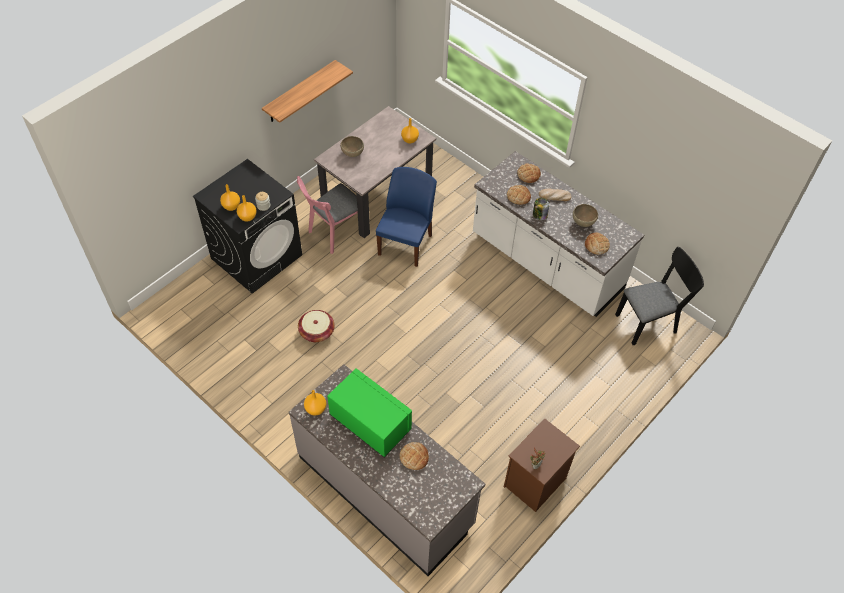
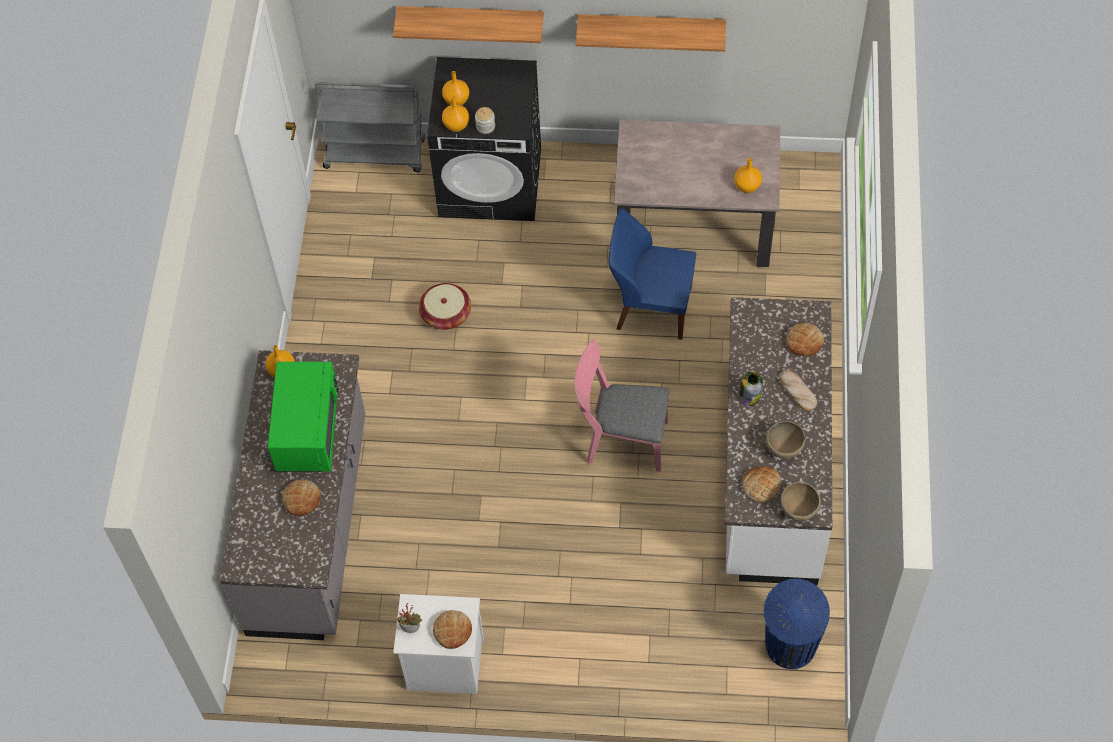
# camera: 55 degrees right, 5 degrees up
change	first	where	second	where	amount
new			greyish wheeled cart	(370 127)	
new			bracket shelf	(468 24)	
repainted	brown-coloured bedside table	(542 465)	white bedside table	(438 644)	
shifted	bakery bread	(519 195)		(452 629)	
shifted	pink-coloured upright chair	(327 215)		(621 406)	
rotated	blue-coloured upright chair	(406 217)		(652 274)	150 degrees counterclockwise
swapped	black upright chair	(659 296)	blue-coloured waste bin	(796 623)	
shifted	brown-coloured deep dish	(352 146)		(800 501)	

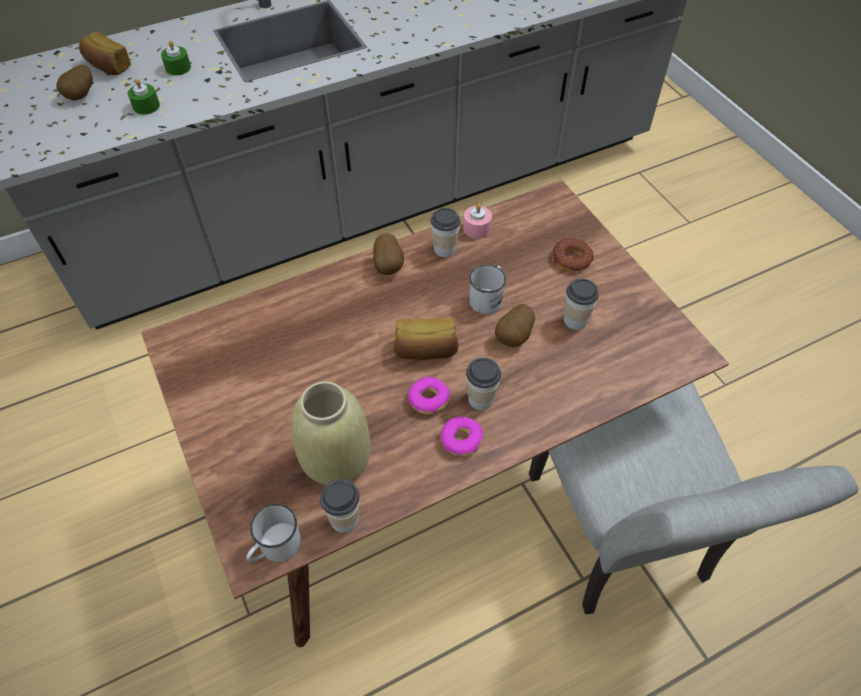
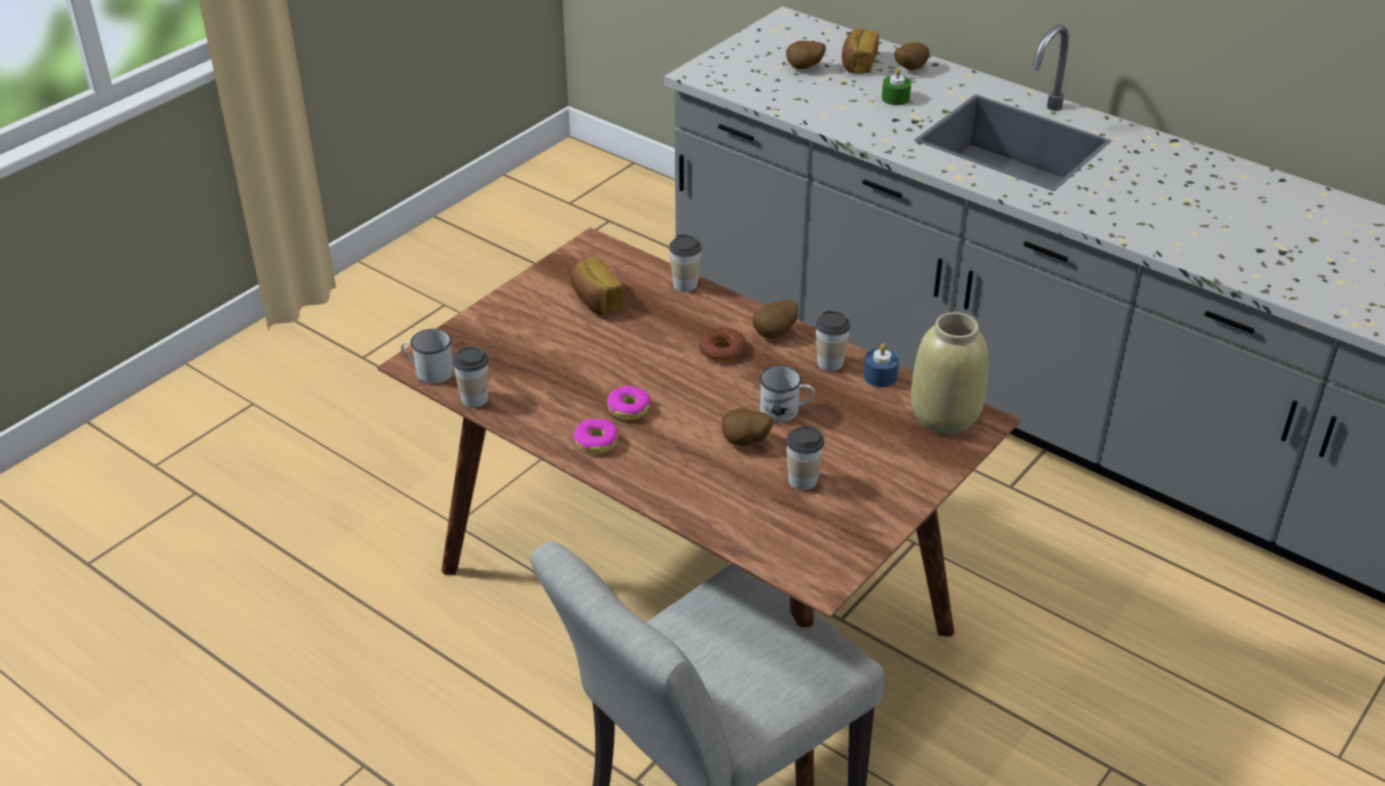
# camera: 65 degrees right, 15 degrees down
change	first	where	second	where	amount
shifted	bakery bread	(426 339)		(596 286)	
shifted	small cup	(483 383)		(685 263)	
shifted	donut	(573 254)		(723 344)	
repainted	pink-coloured wax candle	(477 221)	blue-coloured wax candle	(881 365)	
new			whole potato	(912 56)	
shifted	beige-coloured flower vase	(331 433)		(949 373)	
gone	green wax candle	(144 97)			

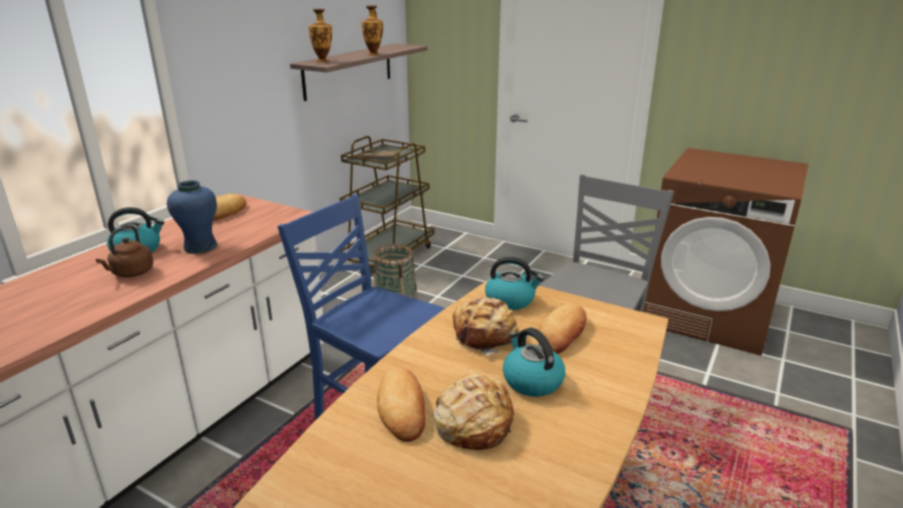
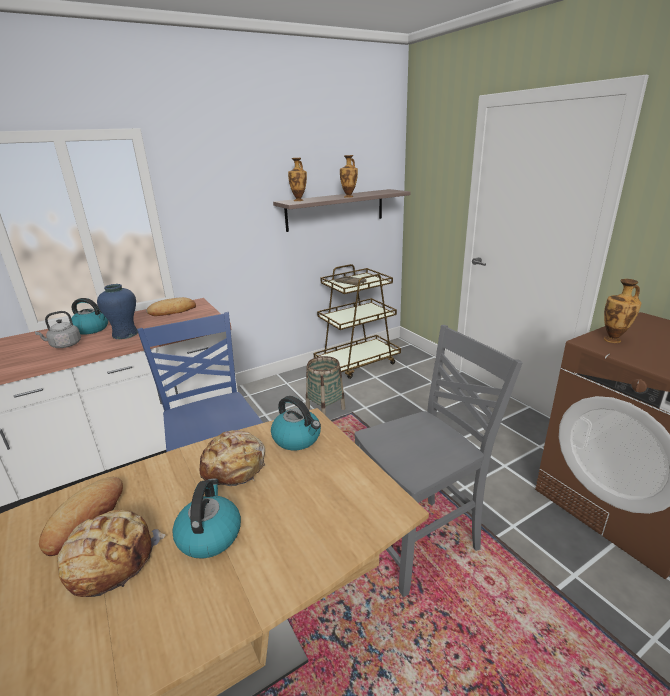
# camera: 30 degrees right, 0 degrees up
change	first	where	second	where	amount
repainted	brown-coloured tea kettle	(125 251)	greyish tea kettle	(58 329)	
new			flower vase	(622 311)	
gone	bakery bread	(562 329)			

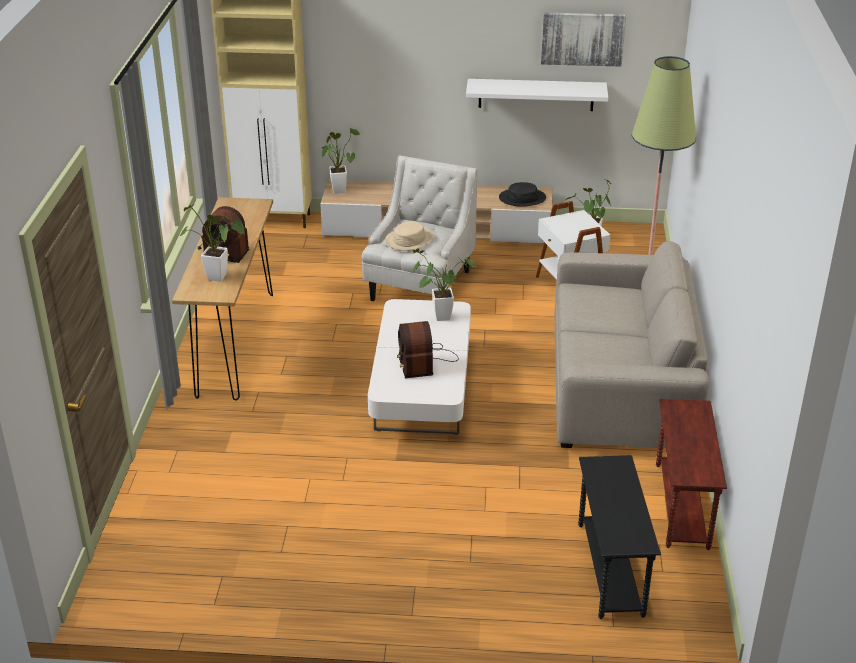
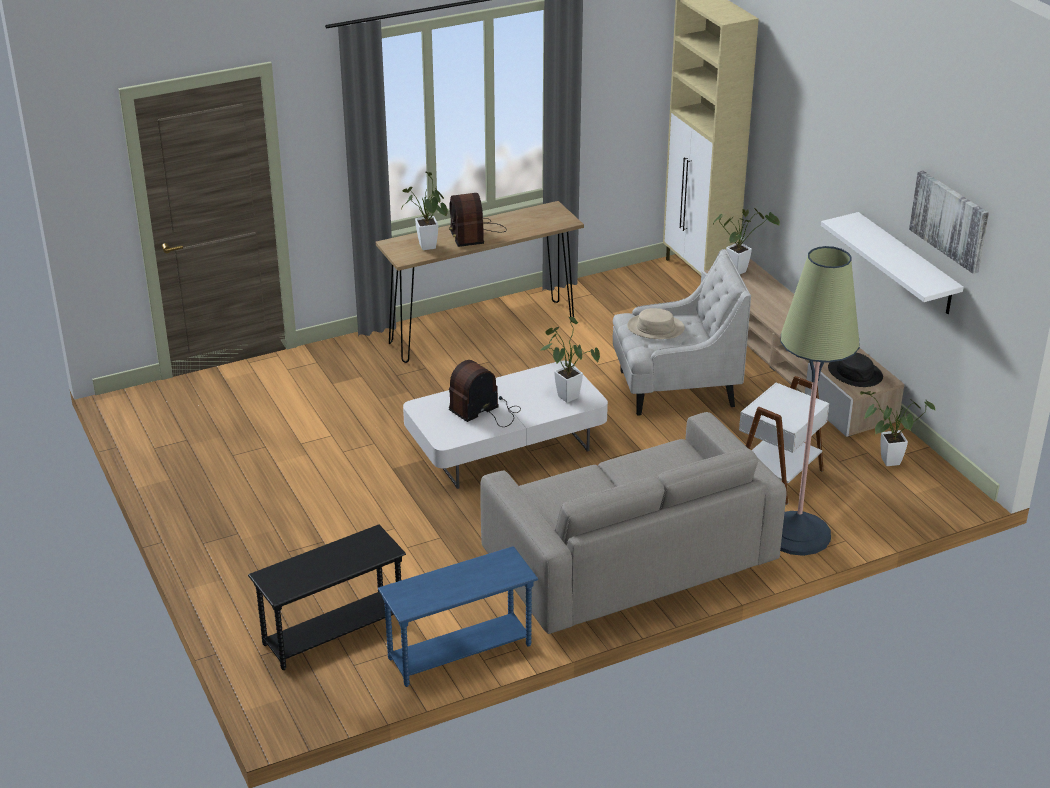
# camera: 60 degrees right, 0 degrees up
change	first	where	second	where	amount
repainted	brown-coloured end table	(691 474)	blue-coloured end table	(458 616)	

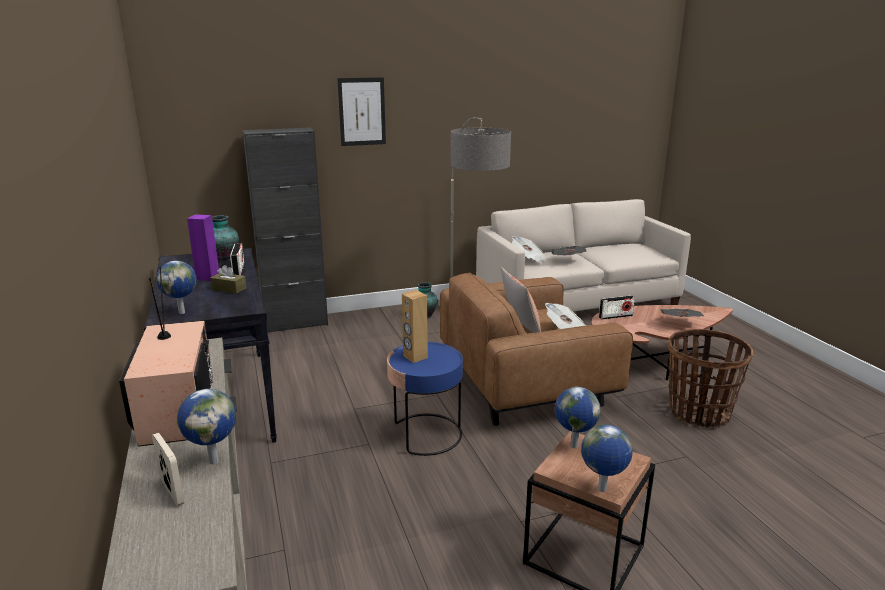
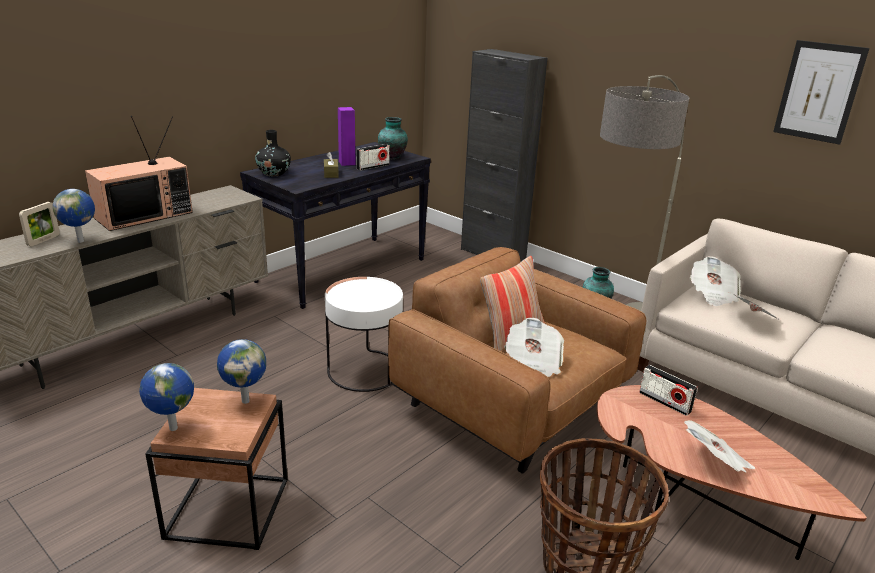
# camera: 60 degrees right, 5 degrees up
change	first	where	second	where	amount
swapped	desk globe	(176 287)	black flower vase	(273 153)	
repainted	blue-coloured end table	(425 399)	white end table	(364 334)	
shifted	picture	(361 111)		(821 92)	
gone	brown-coloured speaker	(415 326)			

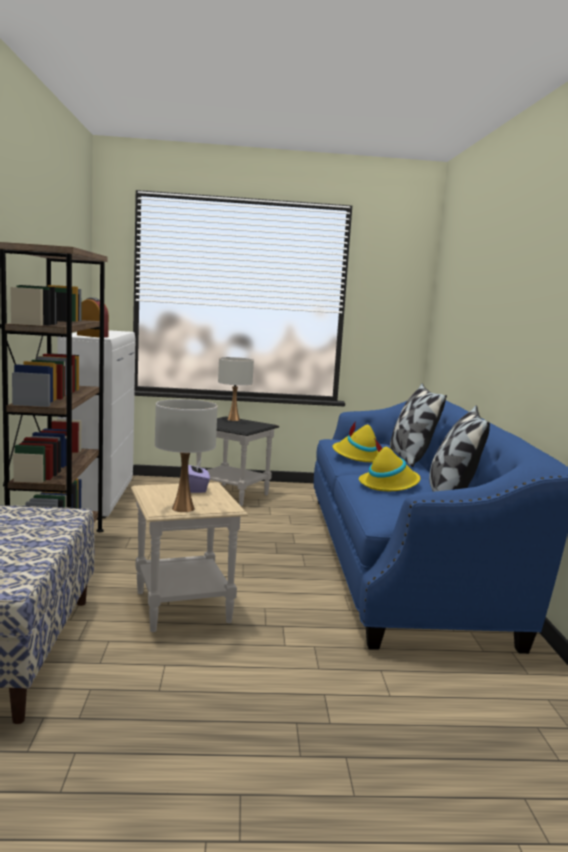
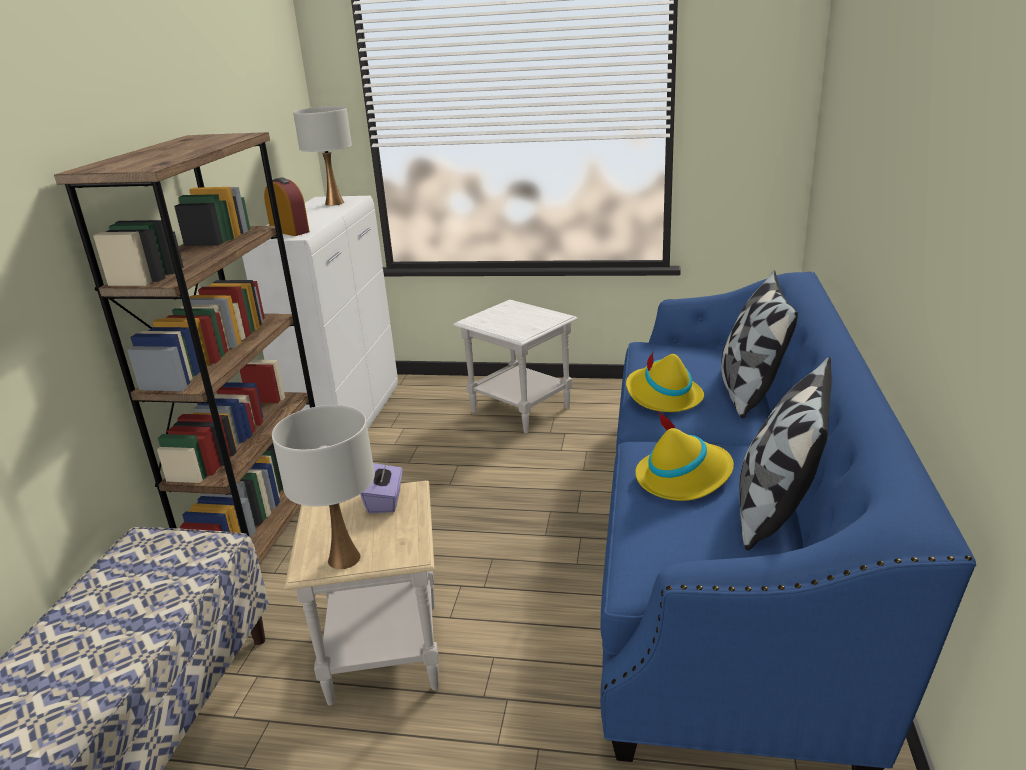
# camera: 15 degrees right, 15 degrees up
change	first	where	second	where	amount
shifted	white tabletop lamp	(236 389)		(322 156)	
repainted	black end table	(237 461)	white end table	(515 366)	

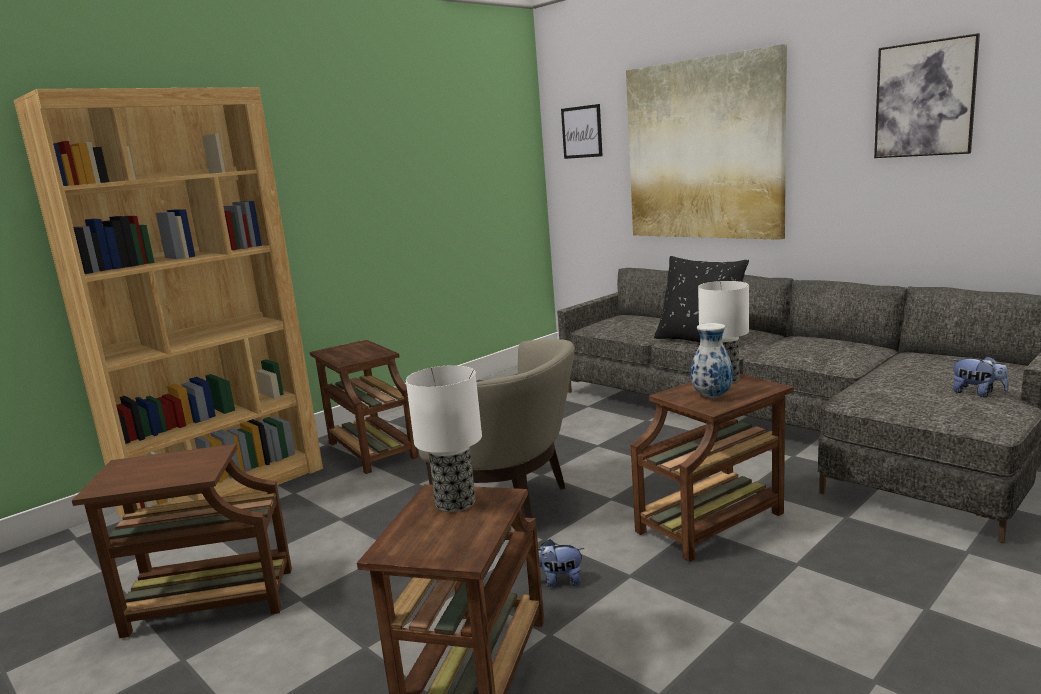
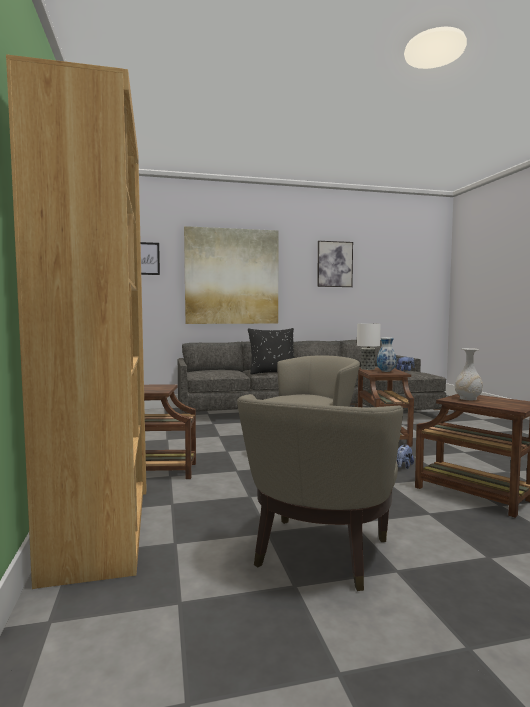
# camera: 60 degrees left, 10 degrees down
change	first	where	second	where	amount
swapped	brown-coloured end table	(182 541)	beige-coloured armchair	(320 492)	
swapped	tabletop lamp	(444 438)	white flower vase	(469 374)	

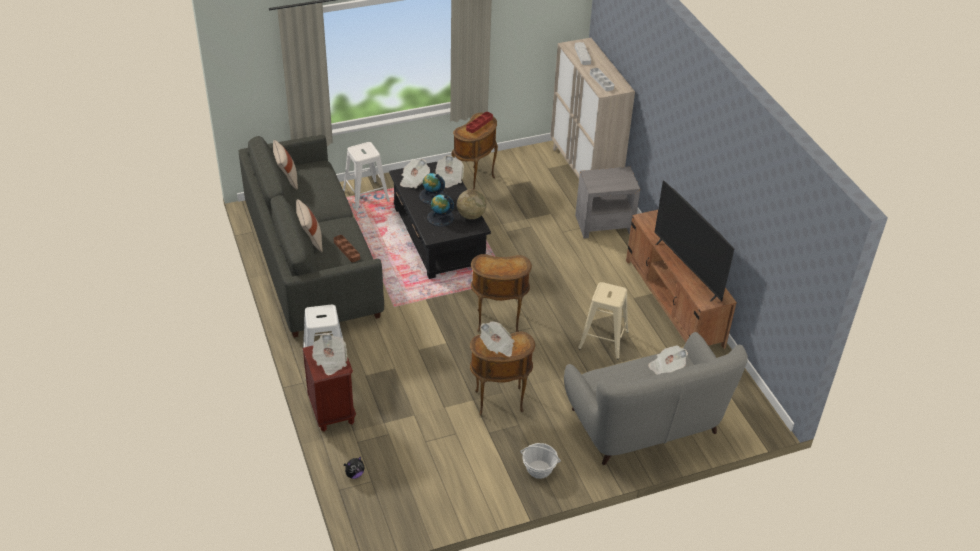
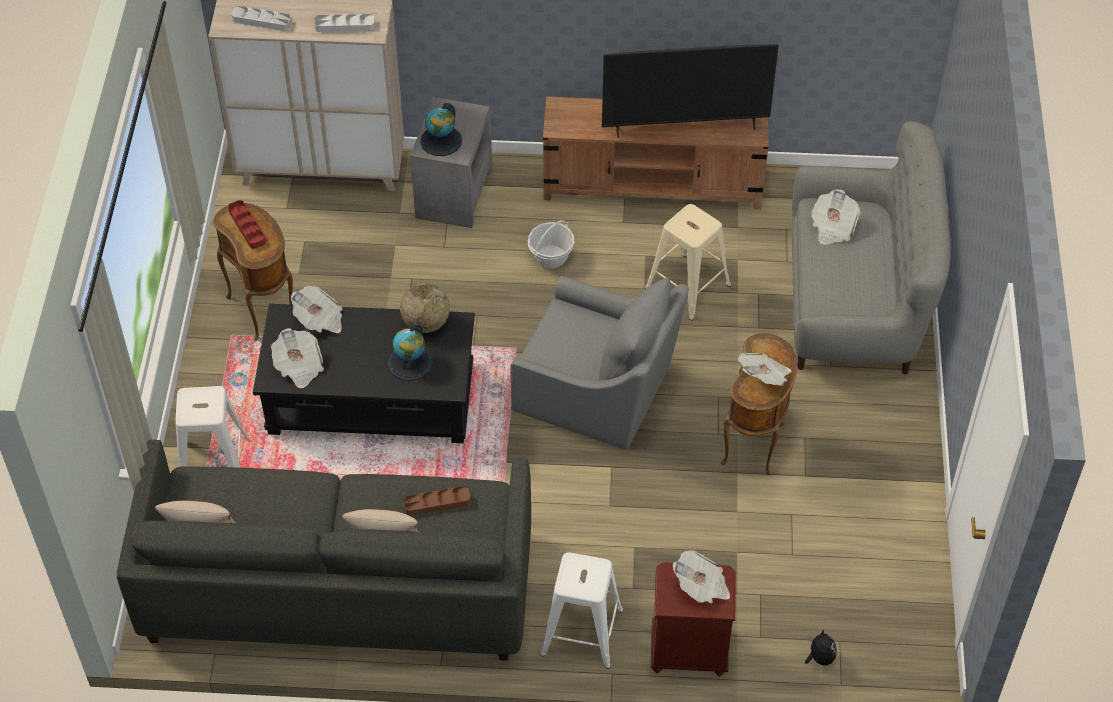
# camera: 65 degrees left, 10 degrees up
change	first	where	second	where	amount
shifted	desk globe	(432 188)		(441 129)	
swapped	brown-coloured end table	(501 293)	greyish armchair	(600 362)	
shifted	basket	(541 461)		(551 244)	

